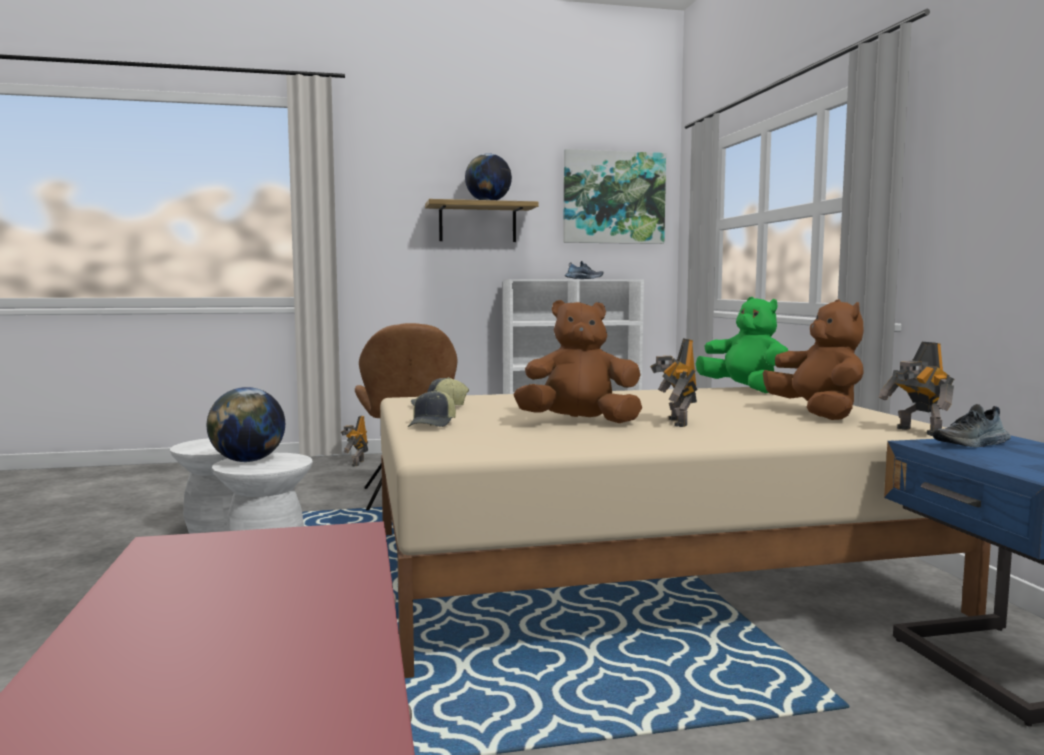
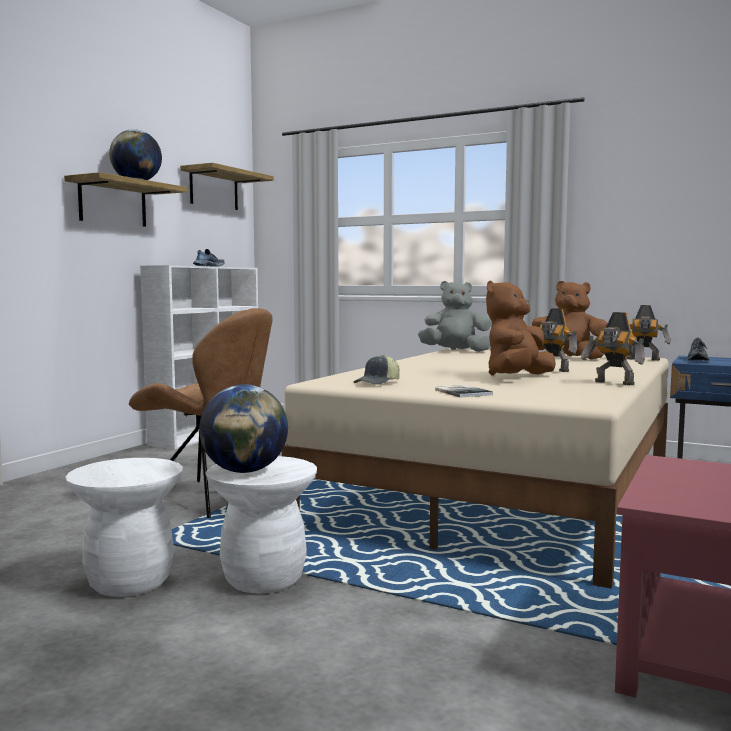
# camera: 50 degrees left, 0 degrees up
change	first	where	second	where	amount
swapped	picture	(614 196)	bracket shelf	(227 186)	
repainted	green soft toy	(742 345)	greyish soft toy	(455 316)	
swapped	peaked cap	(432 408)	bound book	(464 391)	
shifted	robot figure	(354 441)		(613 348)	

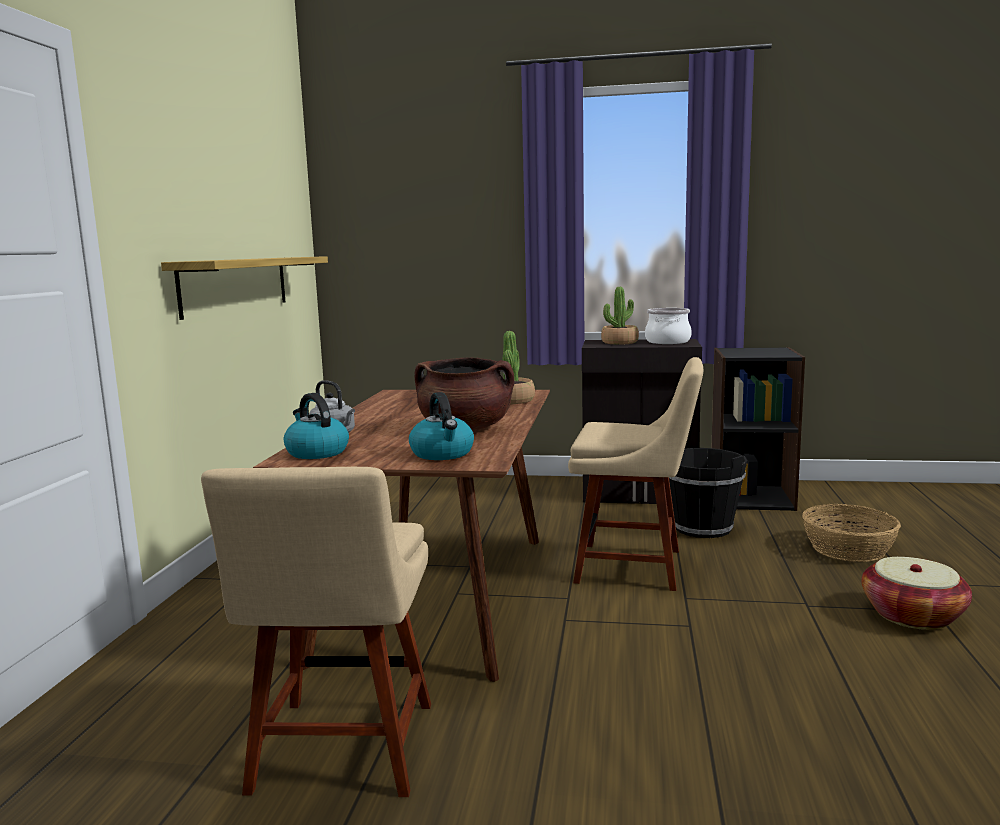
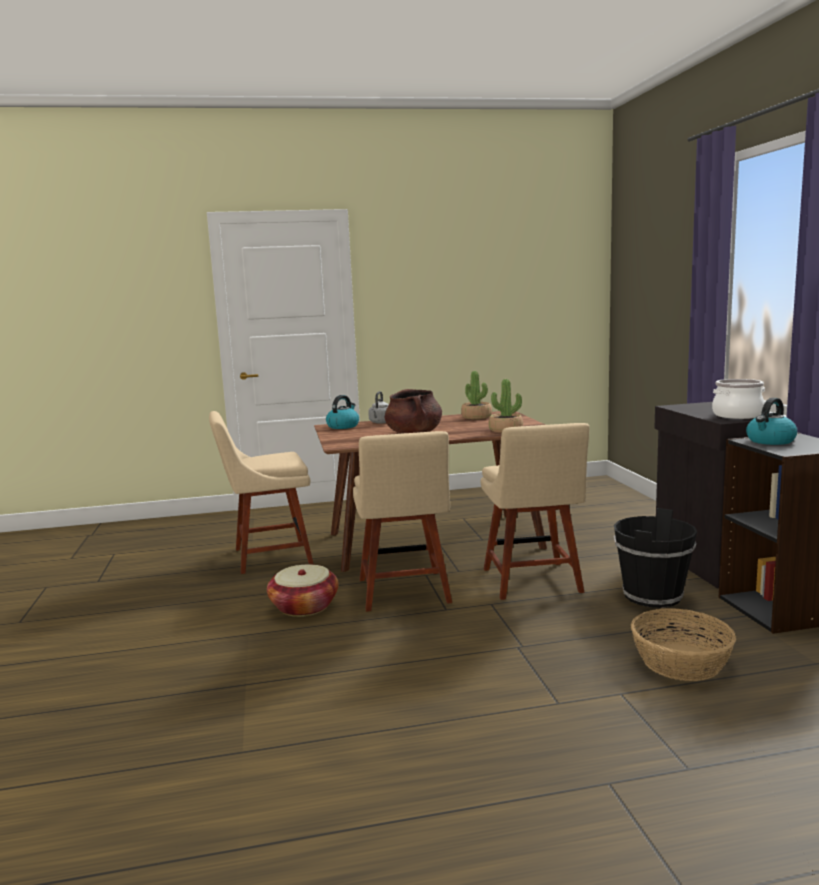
# camera: 70 degrees right, 0 degrees up
change	first	where	second	where	amount
shifted	basket	(916 593)		(303 591)	
new			beige-coloured upright chair	(402 521)	
shifted	potted plant	(620 316)		(476 395)	
shifted	tea kettle	(441 426)		(771 421)	
gone	bracket shelf	(244 288)			

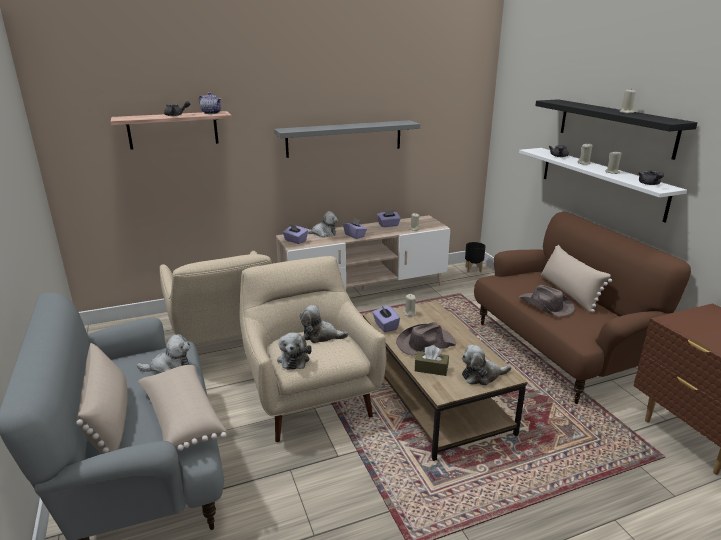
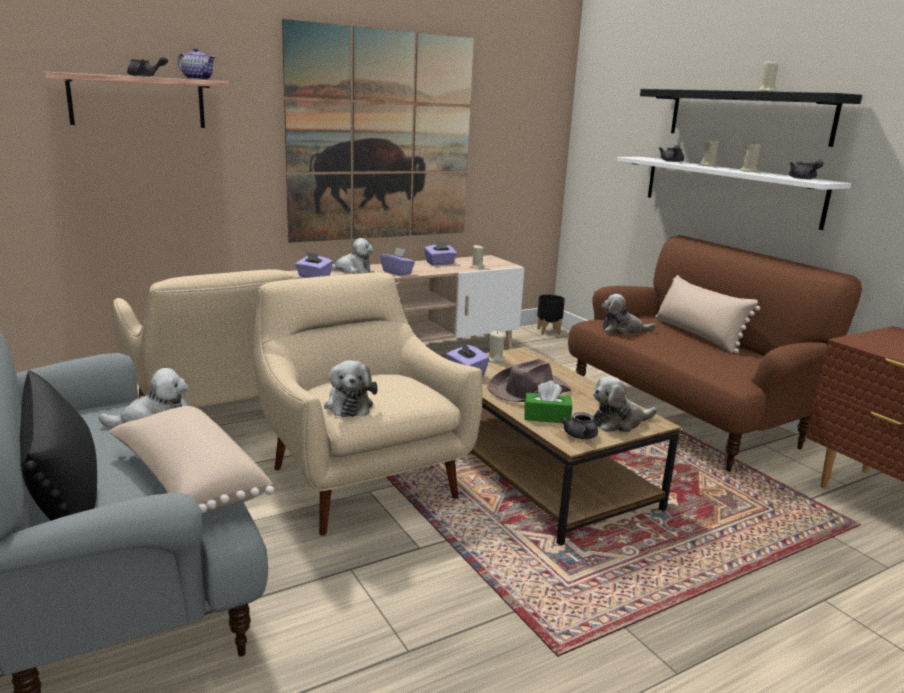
# camera: 10 degrees left, 5 degrees down
change	first	where	second	where	amount
repainted	beige-coloured throw pillow	(102 398)	black throw pillow	(58 445)	
swapped	greyish bracket shelf	(347 139)	picture	(378 131)	
repainted	brown-coloured tissue box	(432 360)	green tissue box	(548 401)	
new			greyish pot for tea	(579 425)	
shifted	soft toy	(324 324)		(629 314)	
gone	brown-coloured wearable hat	(547 301)			

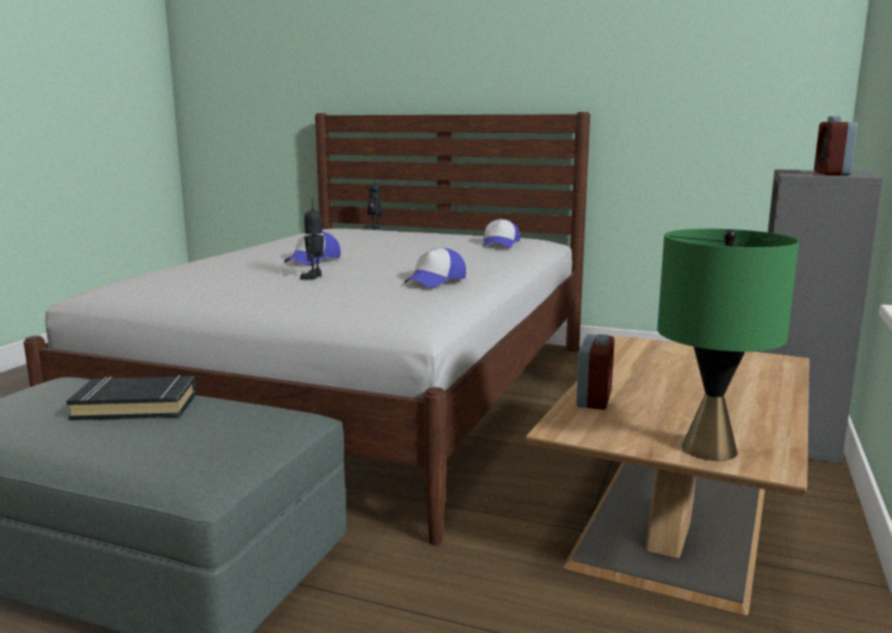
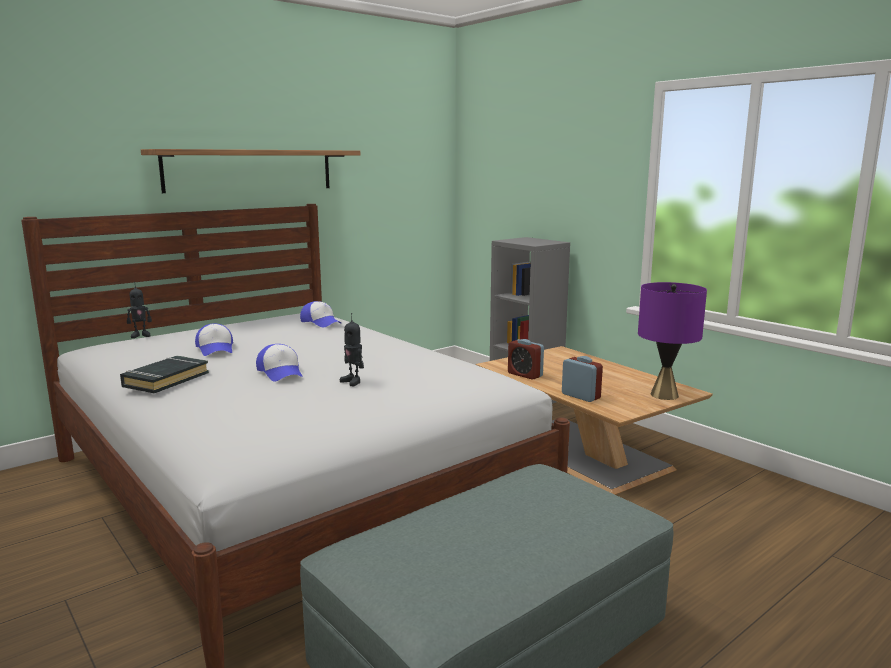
# camera: 60 degrees left, 0 degrees up
change	first	where	second	where	amount
shifted	black bound book	(131 397)		(164 374)	
new			bracket shelf	(250 171)	
shifted	peaked cap	(435 267)		(214 339)	
shifted	bedside clock	(836 145)		(526 359)	
repainted	green tabletop lamp	(728 345)	purple-coloured tabletop lamp	(672 341)	

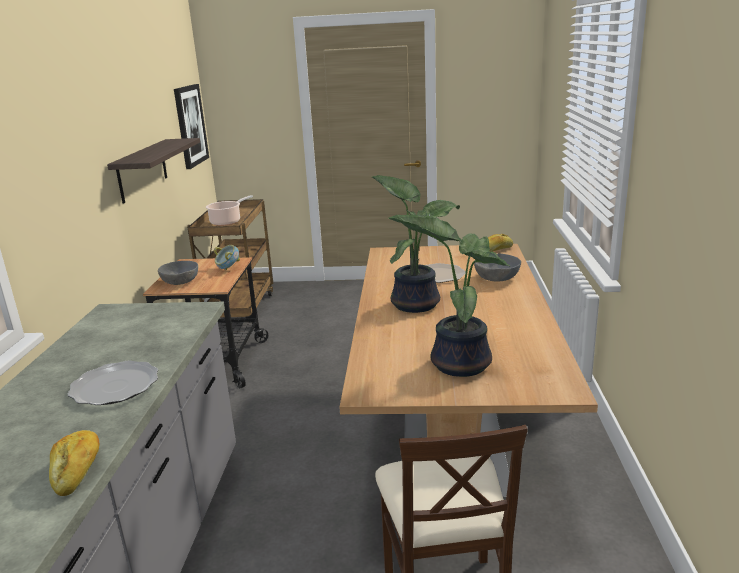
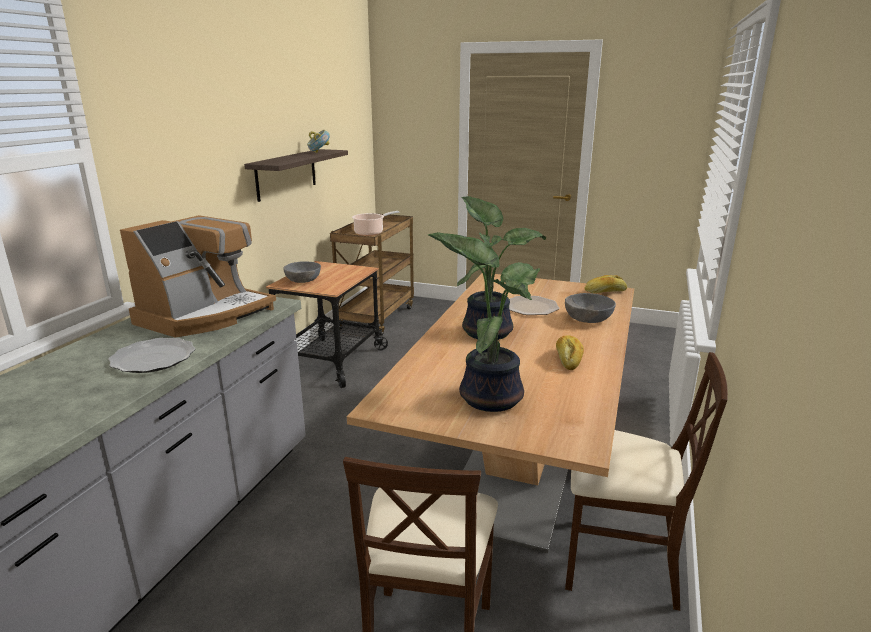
# camera: 15 degrees right, 0 degrees up
change	first	where	second	where	amount
new			coffee machine	(198 276)	
shifted	deep dish	(227 257)		(318 141)	
shifted	bakery bread	(74 463)		(570 352)	
new			beige-coloured upright chair	(646 481)	
gone	picture	(191 126)			

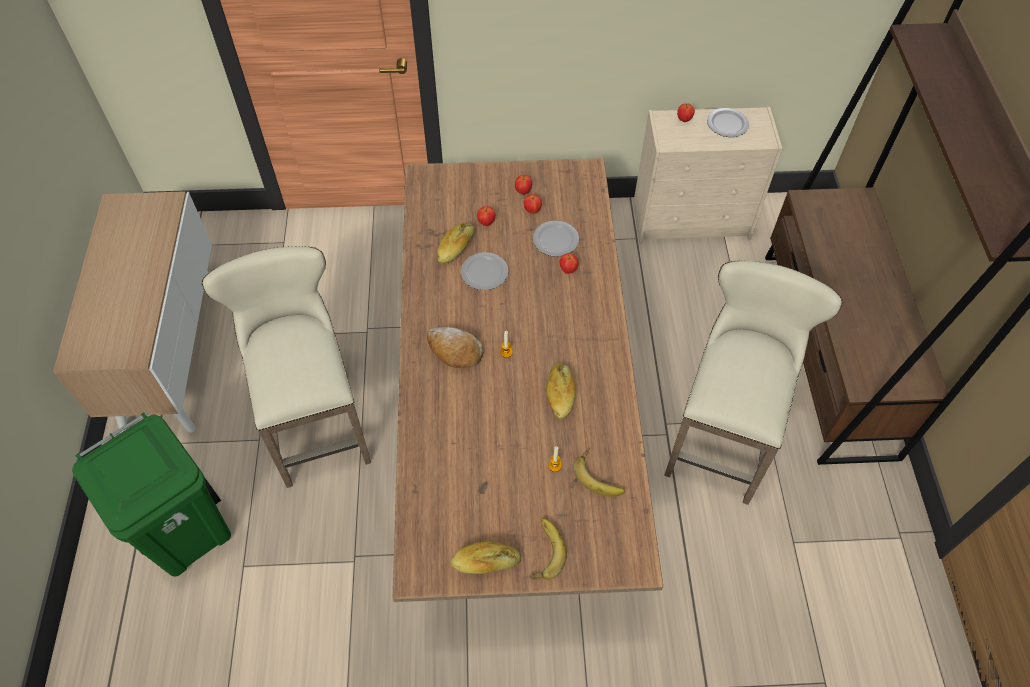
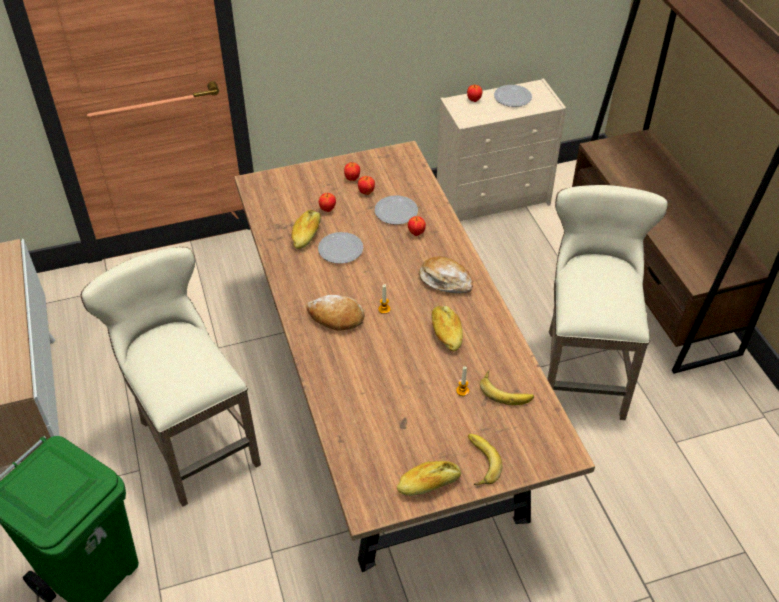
# camera: 15 degrees left, 10 degrees down
change	first	where	second	where	amount
new			bakery bread	(446 274)	

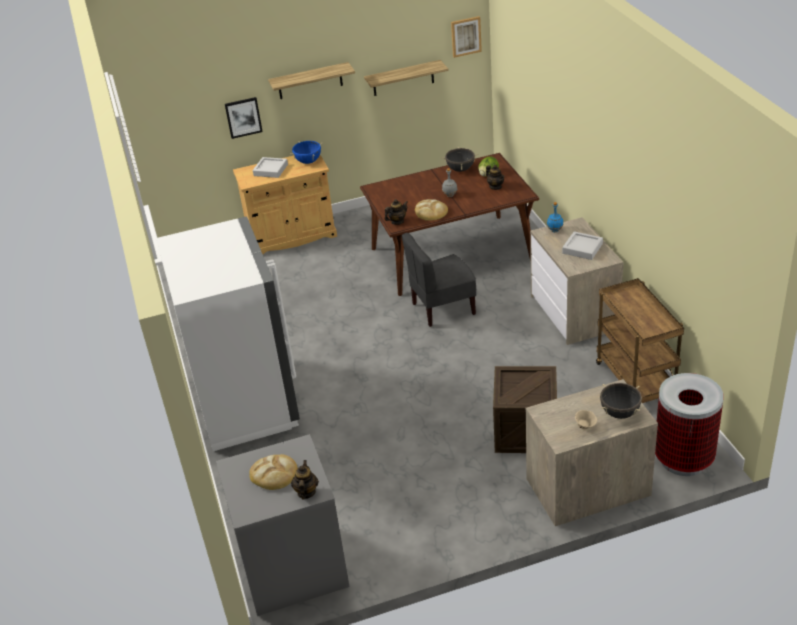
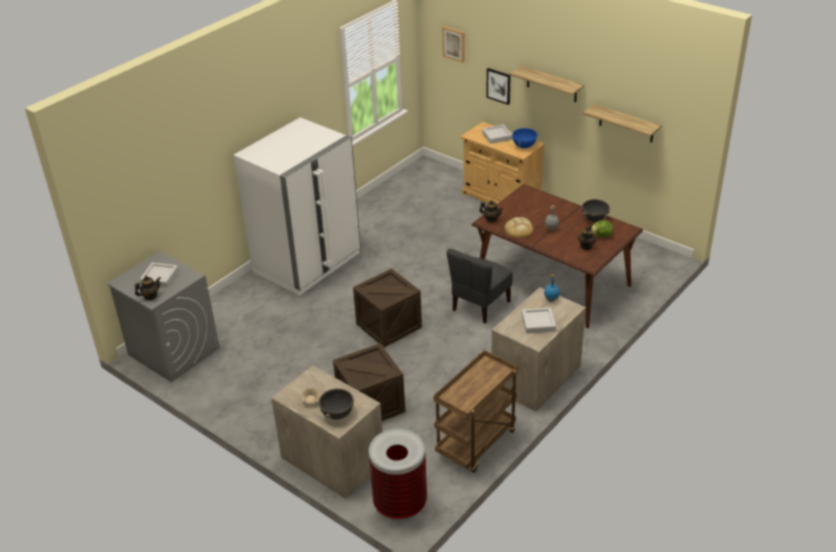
# camera: 55 degrees right, 0 degrees up
change	first	where	second	where	amount
swapped	bakery bread	(273 472)	greyish serving tray	(159 275)	
new			packing crate	(387 308)	
shifted	picture	(466 37)		(453 44)	
rotated	greyish upright chair	(439 280)		(480 285)	90 degrees counterclockwise

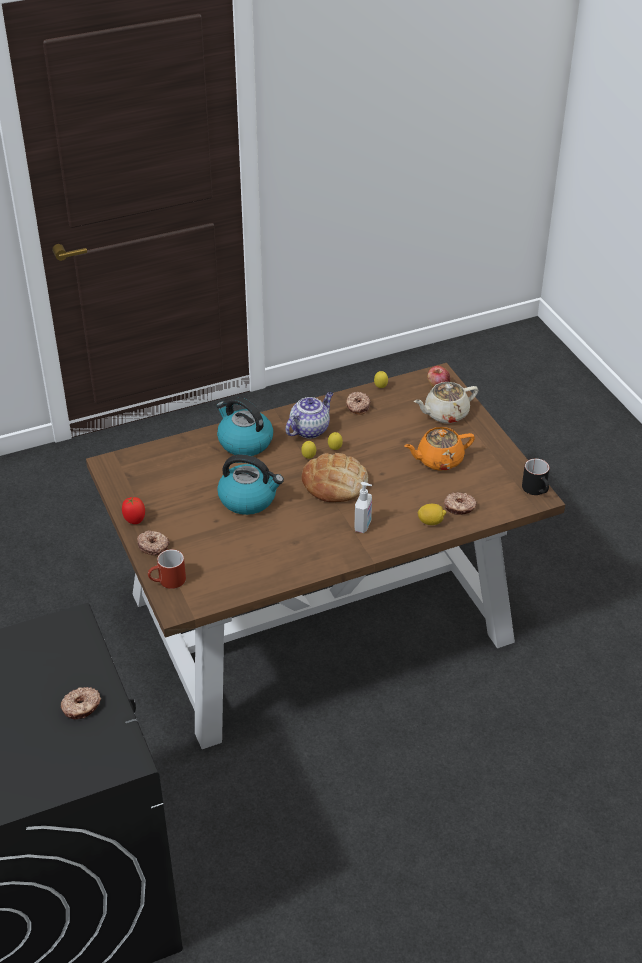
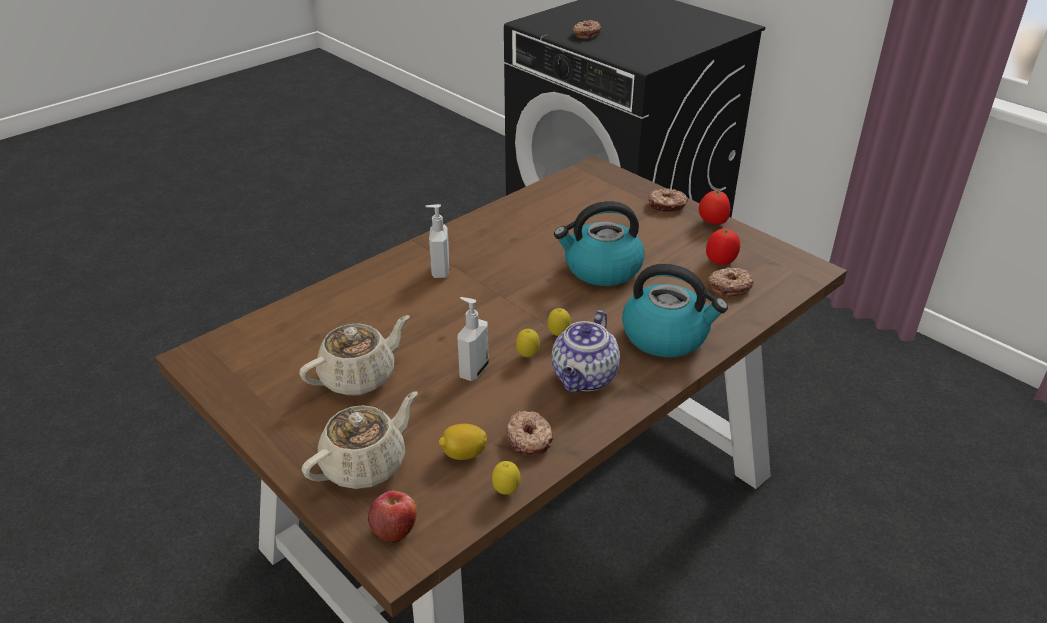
# camera: 160 degrees right, 5 degrees down
change	first	where	second	where	amount
repainted	orange pot for tea	(439 449)	beige-coloured pot for tea	(354 355)	
shifted	lemon	(432 514)		(463 442)	
new			soap dispenser	(473 339)	
new			tomato	(723 246)	
shifted	donut	(460 503)		(731 281)	
gone	reddish tea mug	(167 569)			
gone	bakery bread	(335 477)			
gone	black tea mug	(536 477)			

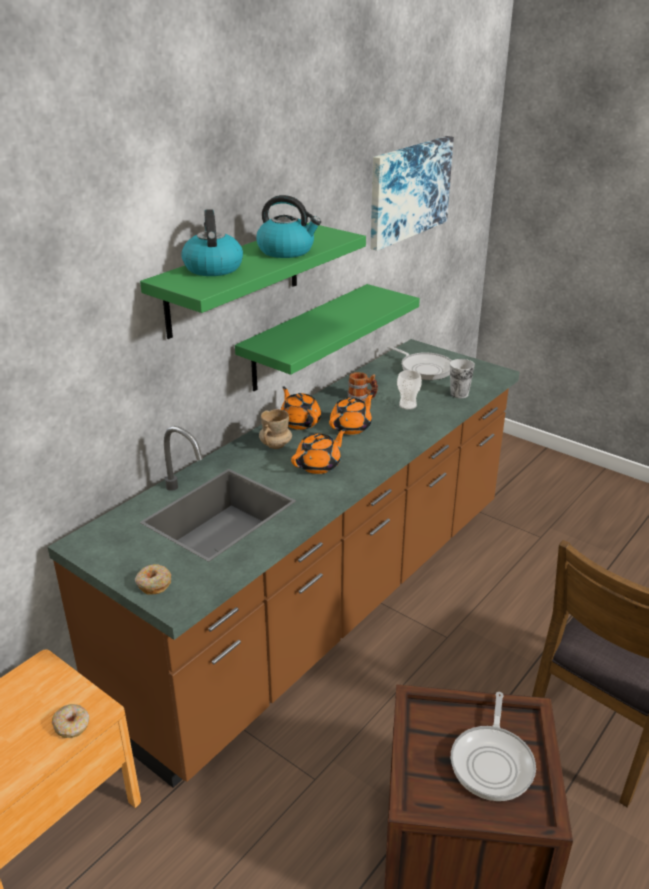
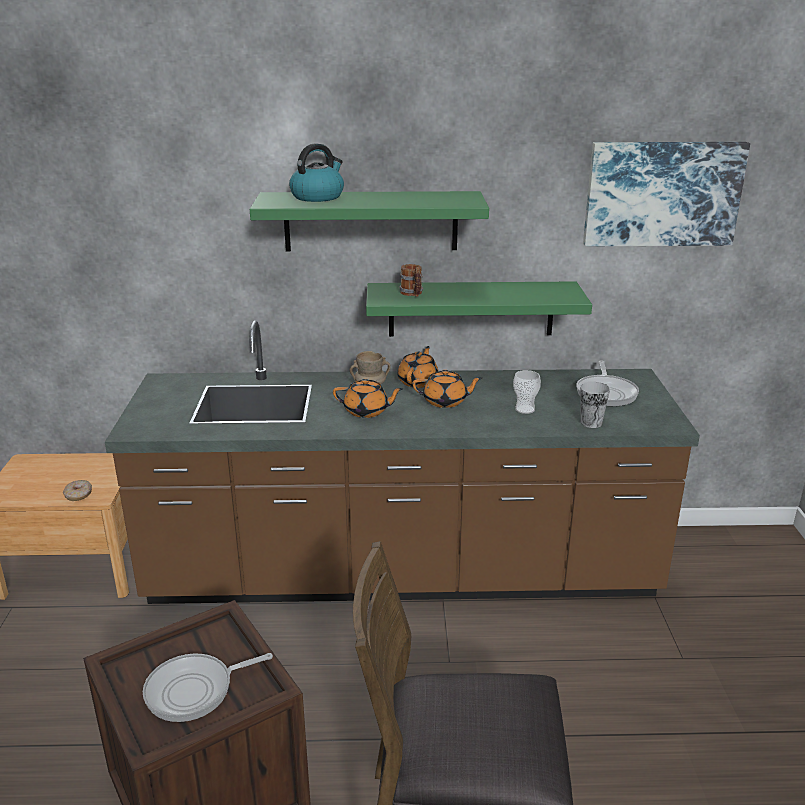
# camera: 50 degrees right, 5 degrees down
change	first	where	second	where	amount
shifted	tea mug	(363 386)		(411 280)	
gone	donut	(153 579)			
gone	tea kettle	(288 226)			

